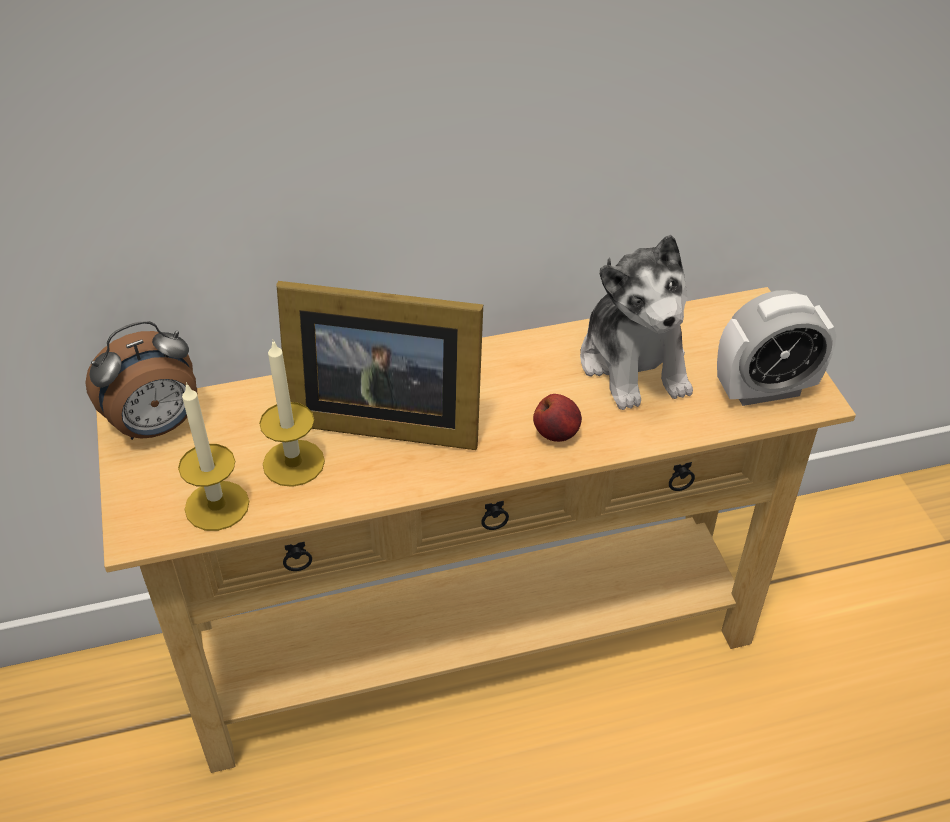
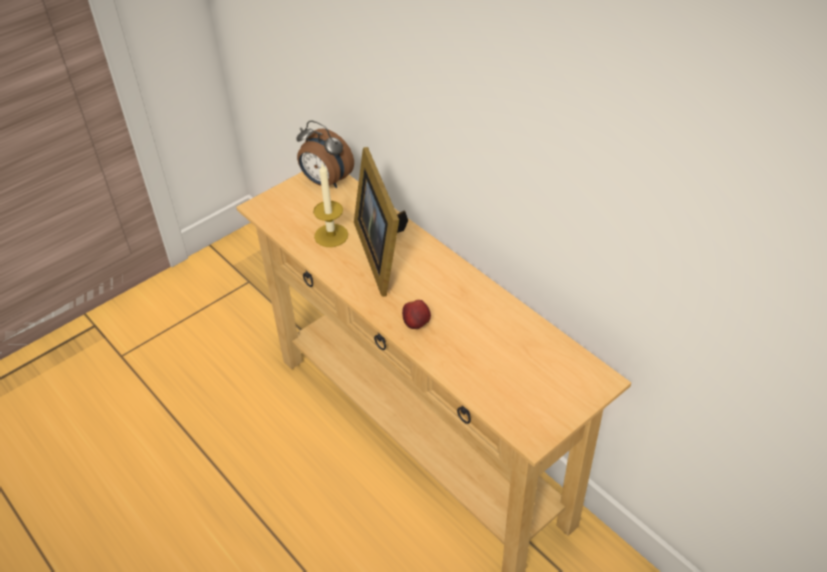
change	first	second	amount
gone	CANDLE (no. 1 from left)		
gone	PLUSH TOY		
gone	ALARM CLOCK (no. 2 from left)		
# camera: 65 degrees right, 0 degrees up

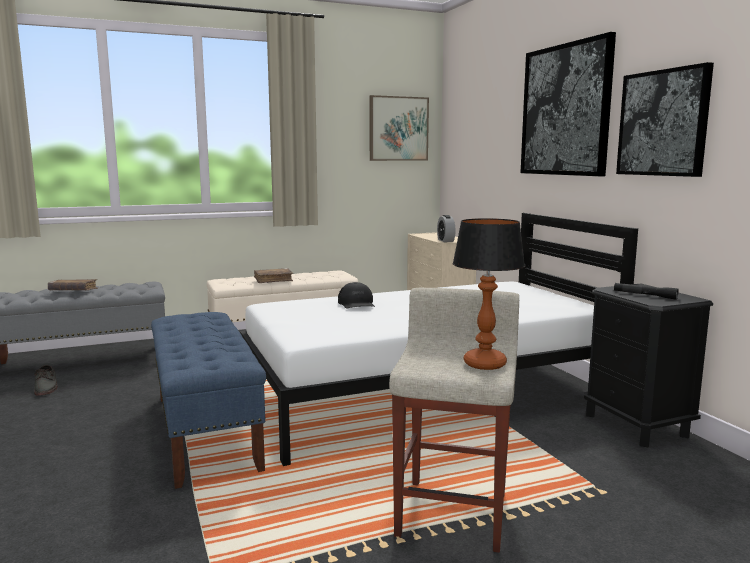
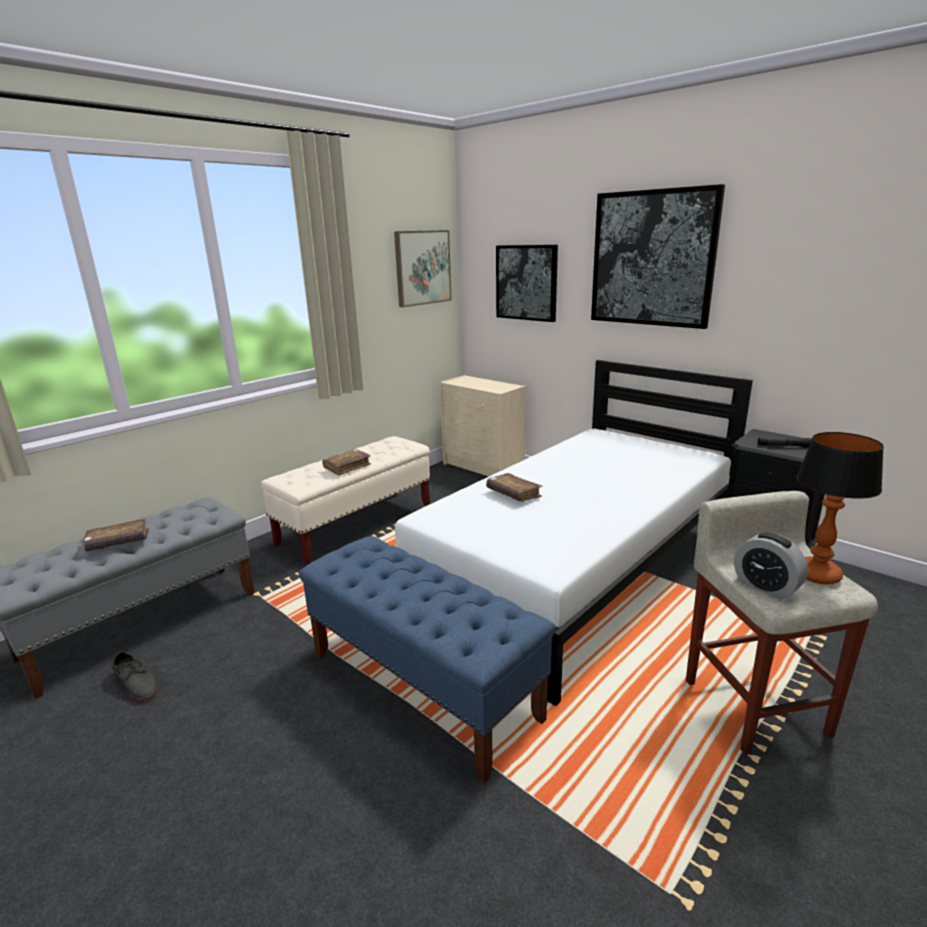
change	first	second	amount
swapped	BLACK CAP	BROWN BOOK (no. 3 from left)	
shifted	PICTURE (no. 3 from left in the first image)	PICTURE (no. 2 from left)	
shifted	ALARM CLOCK		
# camera: 25 degrees left, 10 degrees up

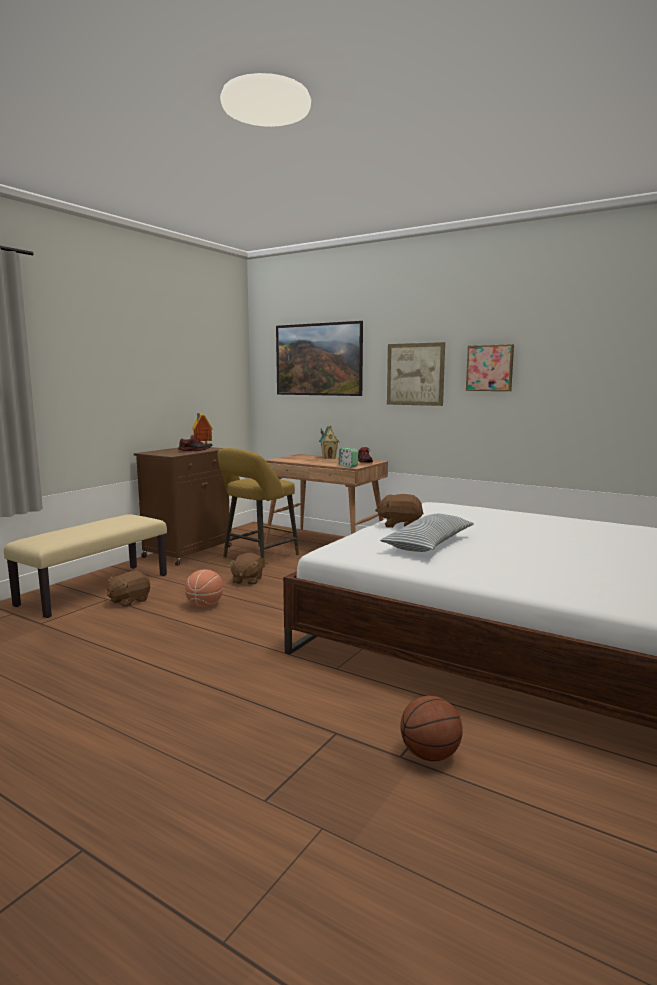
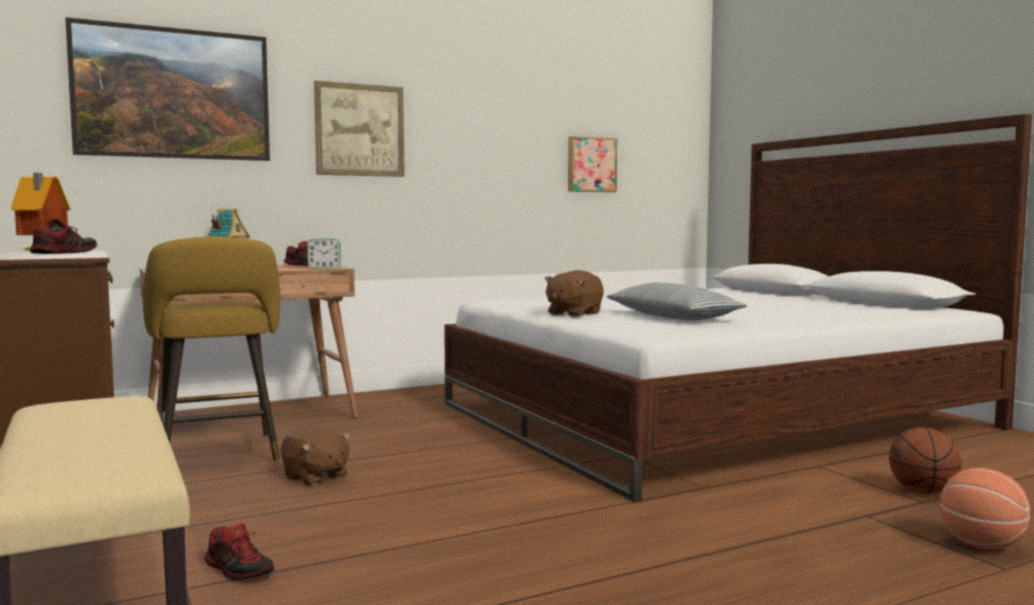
change	first	second	amount
swapped	BROWN PLUSH TOY (no. 1 from left)	SHOE (no. 2 from left)	
shifted	PICTURE (no. 3 from left)		
shifted	BASKETBALL (no. 1 from left in the first image)	BASKETBALL (no. 2 from left)	
# camera: 60 degrees left, 5 degrees down

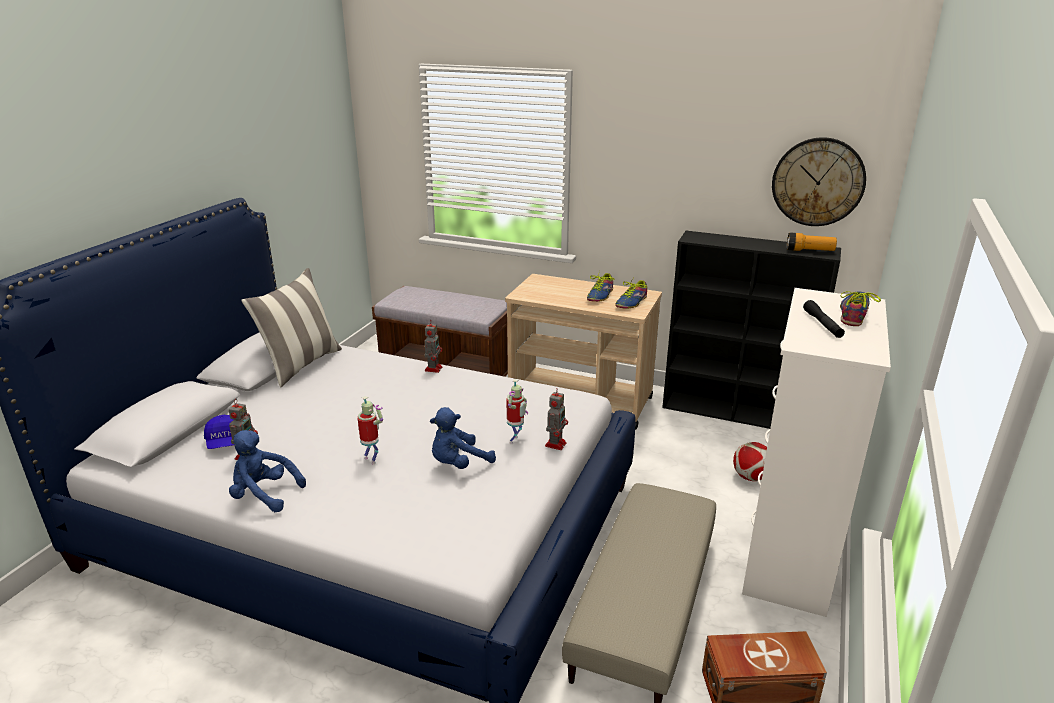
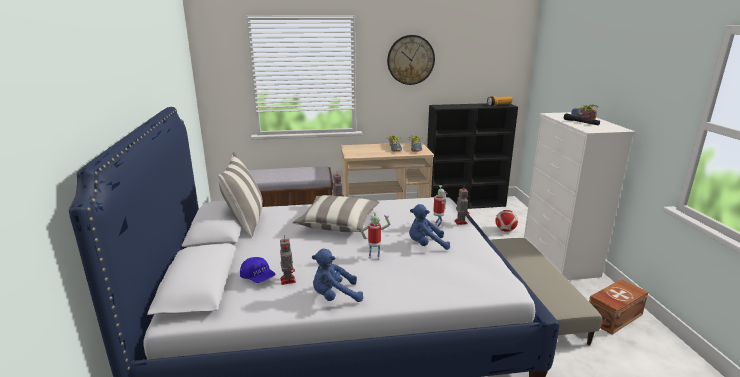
change	first	second	amount
new		PILLOW (no. 2 from left)	
shifted	WALL CLOCK		
rotated	BLUE PLUSH TOY (no. 2 from left)		60 degrees clockwise
# camera: 30 degrees left, 5 degrees down

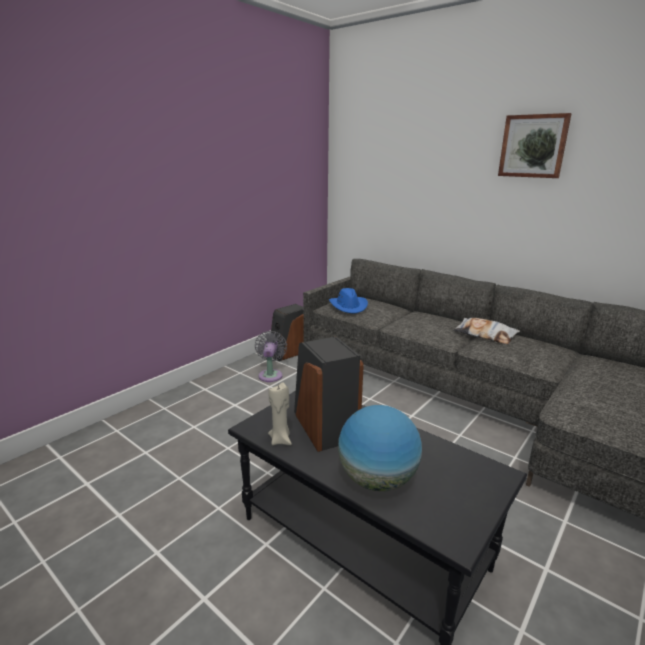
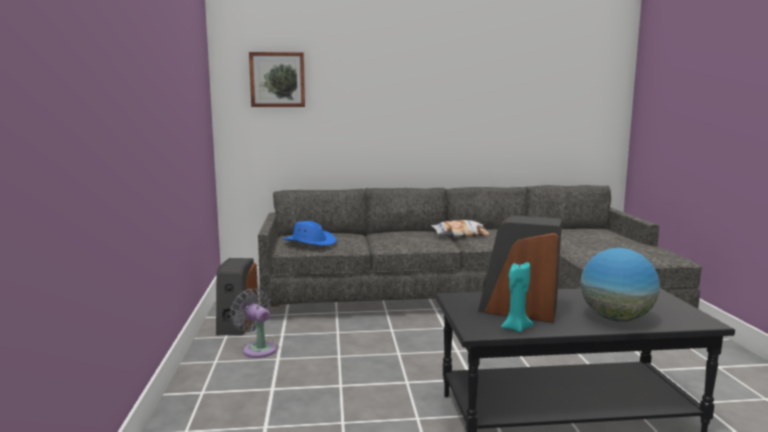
change	first	second	amount
shifted	PICTURE		
repainted	BEIGE CANDLE	TURQUOISE CANDLE	
# camera: 45 degrees left, 10 degrees down

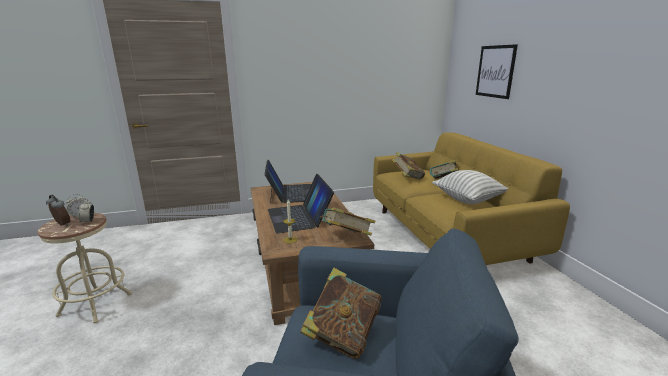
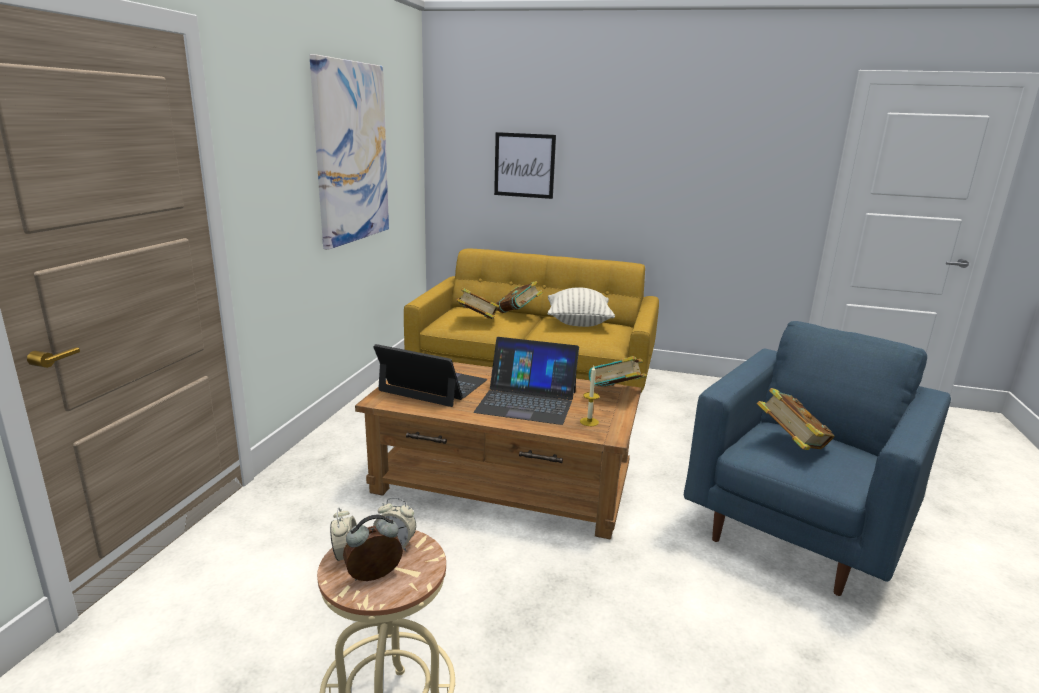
change	first	second	amount
new		PICTURE (no. 1 from left)	
# camera: 60 degrees left, 0 degrees up

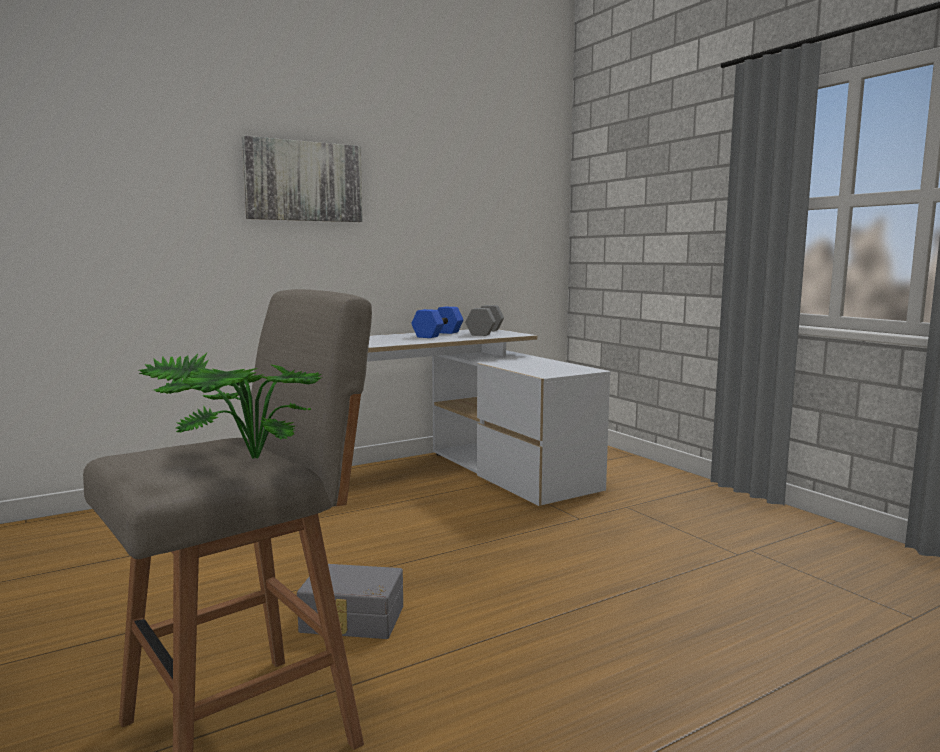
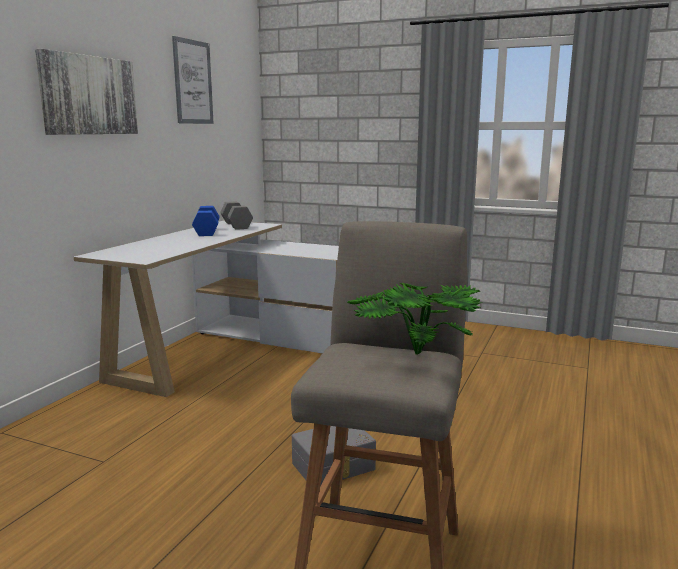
change	first	second	amount
new		PICTURE (no. 2 from left)	
# camera: 35 degrees left, 5 degrees up

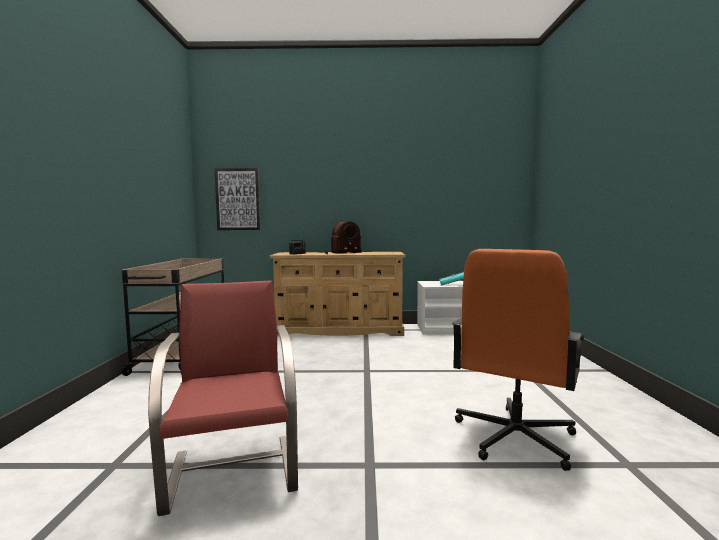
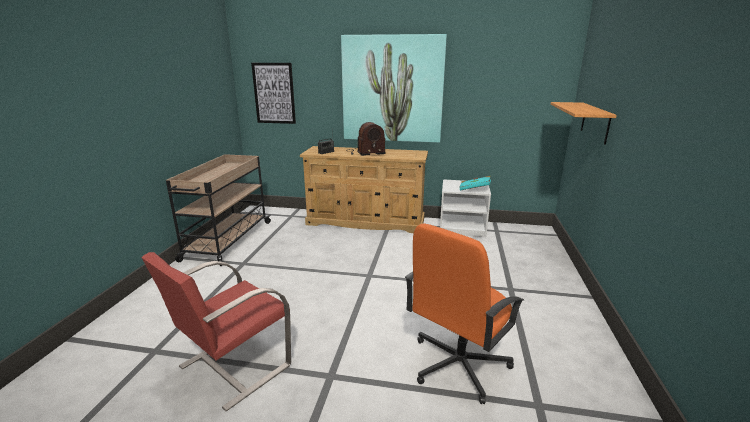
change	first	second	amount
rotated	RED CHAIR		135 degrees counterclockwise
new		PICTURE (no. 2 from left)	
new		SHELF	
# camera: 10 degrees right, 15 degrees up

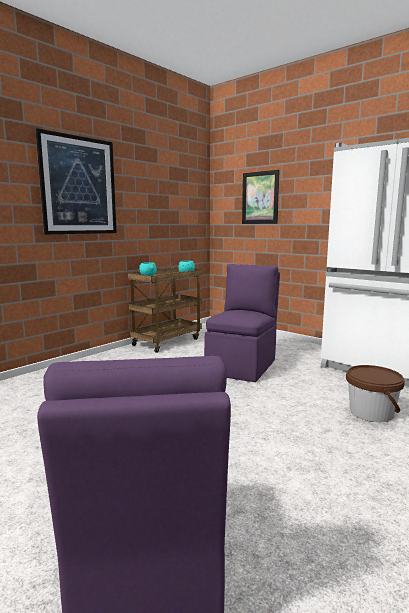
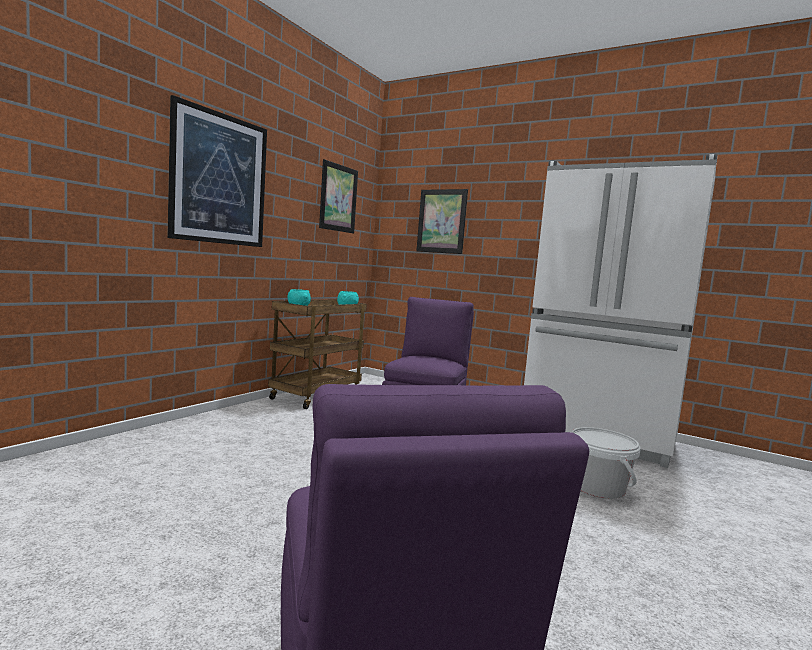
change	first	second	amount
new		PICTURE (no. 2 from left)	
repainted	BROWN BUCKET	WHITE BUCKET	
# camera: 10 degrees left, 5 degrees down

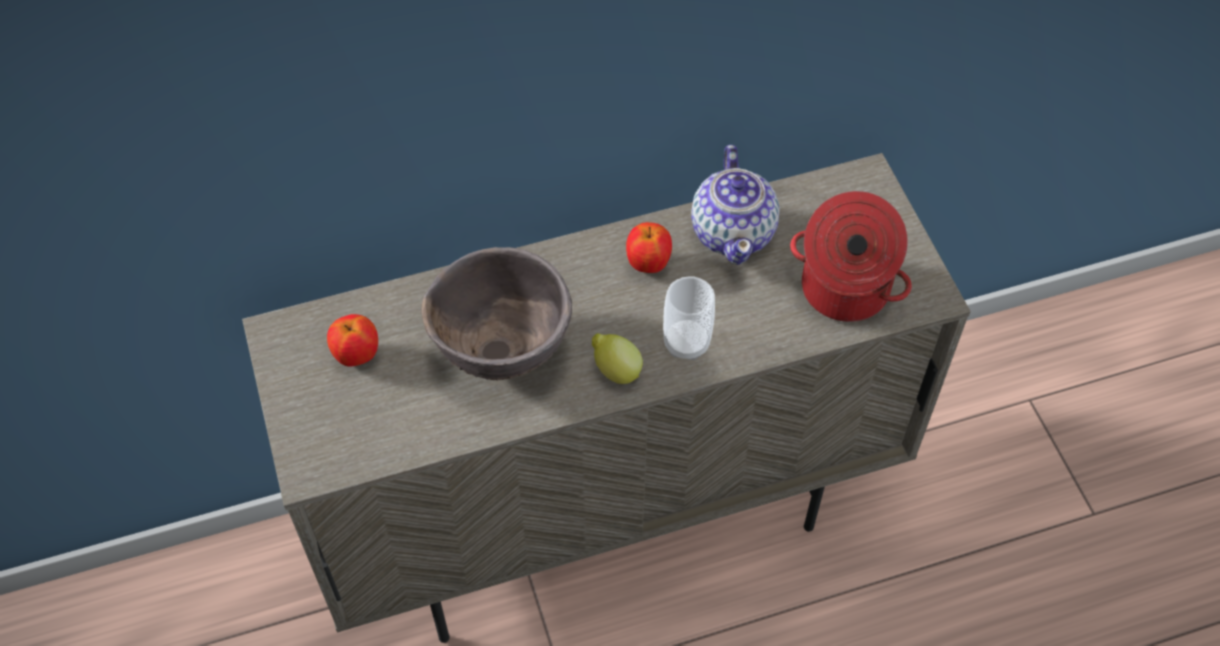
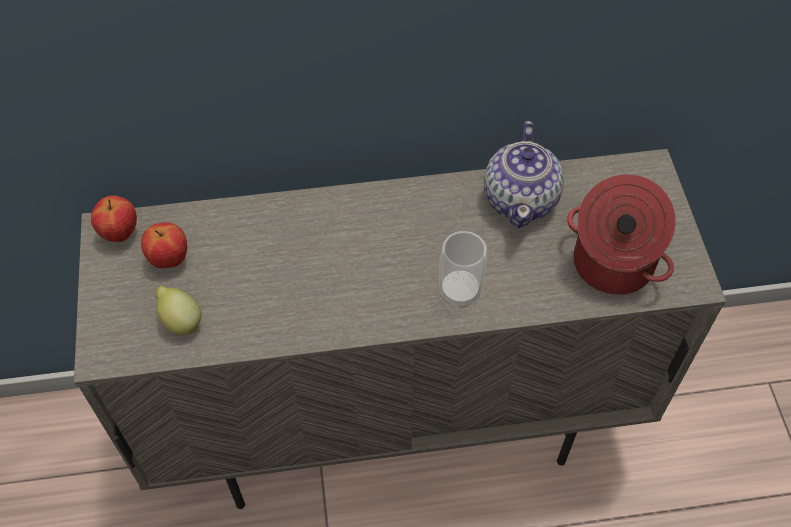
change	first	second	amount
shifted	APPLE (no. 2 from left in the first image)	APPLE (no. 1 from left)	
shifted	LEMON		
gone	BROWN BOWL		
# camera: 10 degrees right, 0 degrees up

